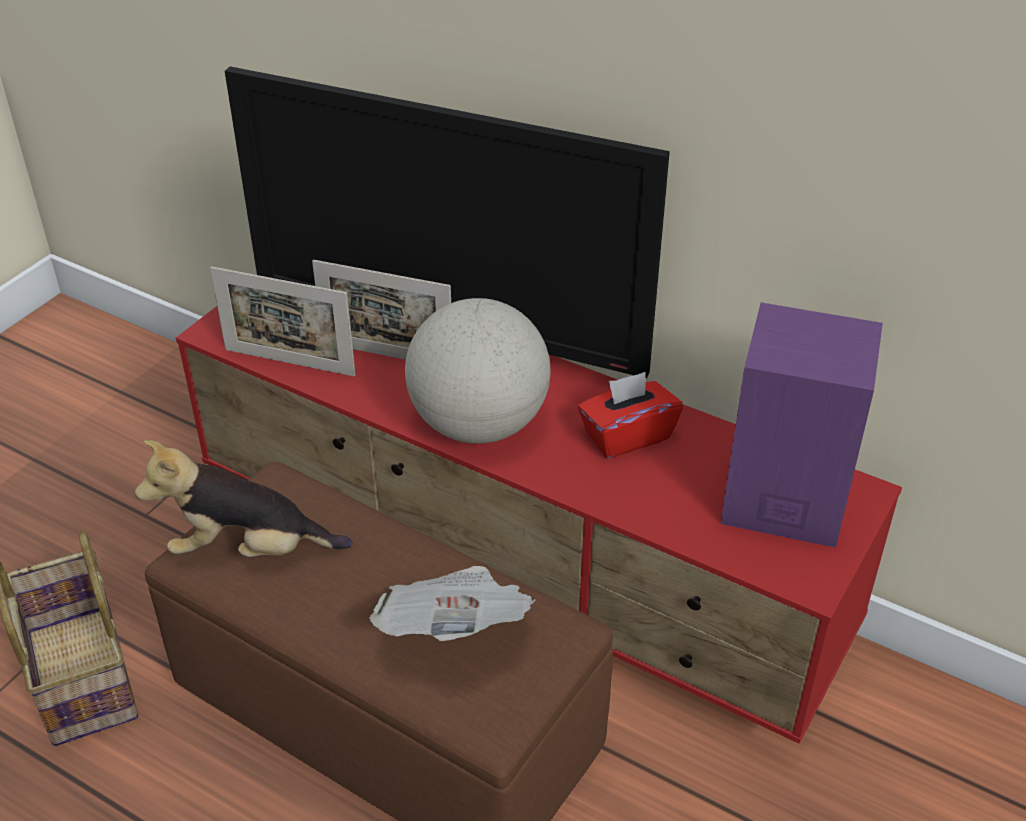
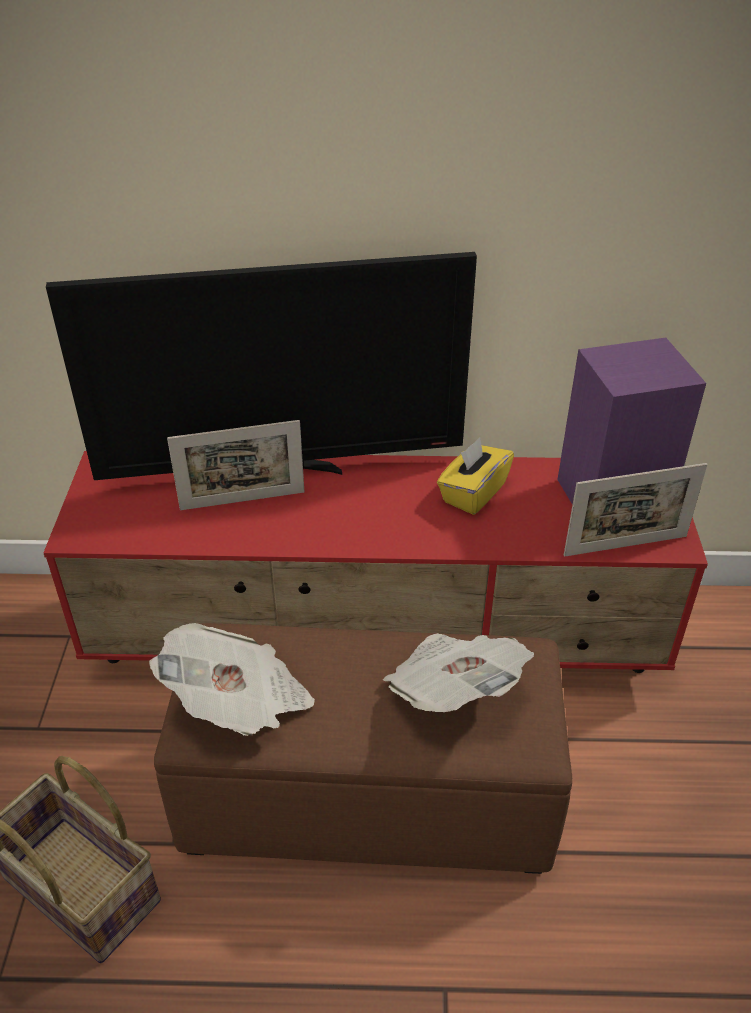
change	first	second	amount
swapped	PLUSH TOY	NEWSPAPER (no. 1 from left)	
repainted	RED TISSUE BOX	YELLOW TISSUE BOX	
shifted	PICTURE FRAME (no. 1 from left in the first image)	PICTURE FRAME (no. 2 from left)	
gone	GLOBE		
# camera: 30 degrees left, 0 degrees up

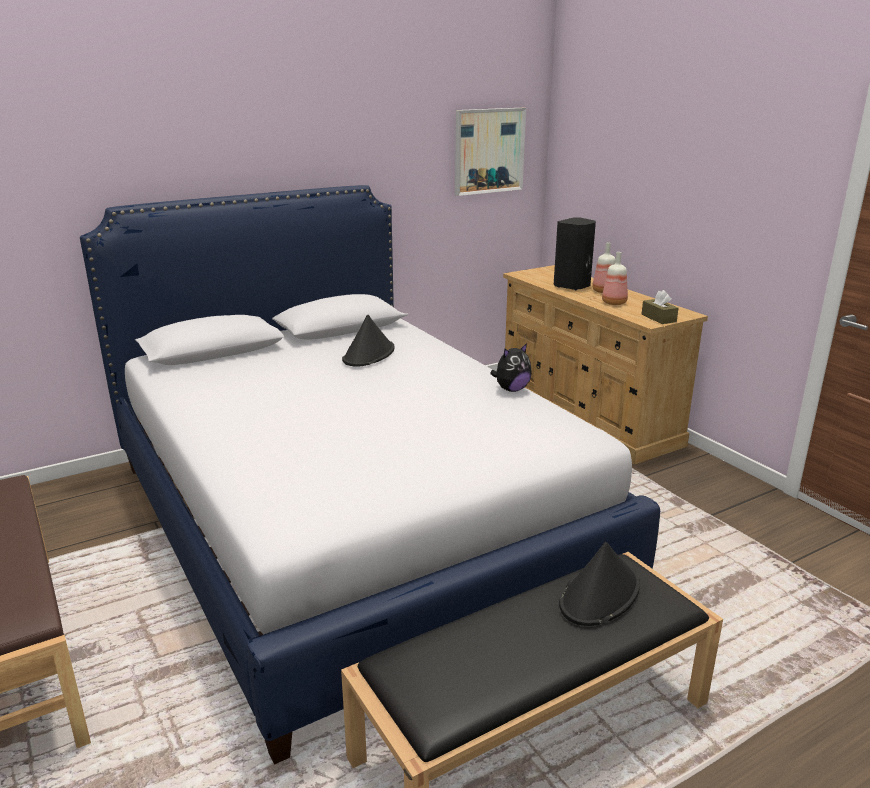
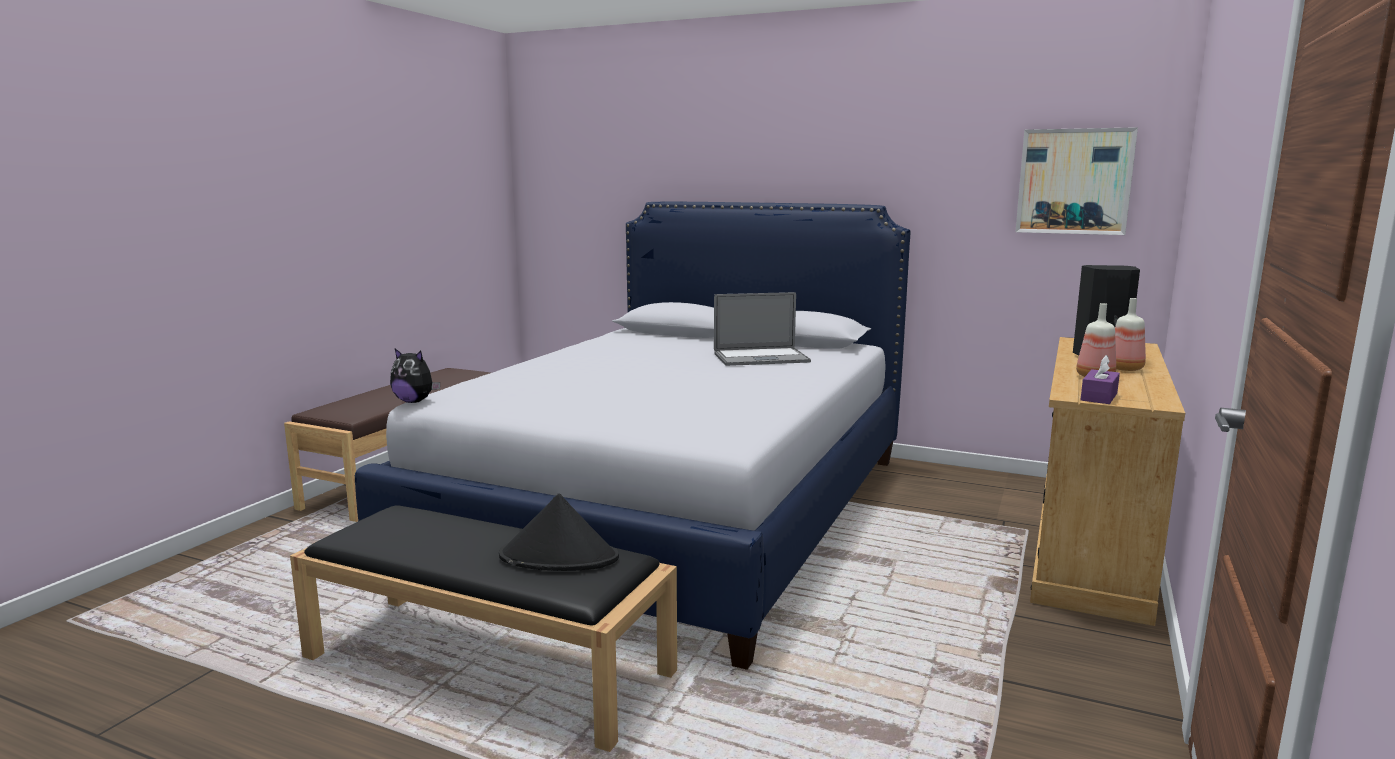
change	first	second	amount
shifted	PLUSH TOY		
swapped	BLACK HAT (no. 1 from left)	LAPTOP	
repainted	BROWN TISSUE BOX	PURPLE TISSUE BOX	
# camera: 55 degrees right, 10 degrees down

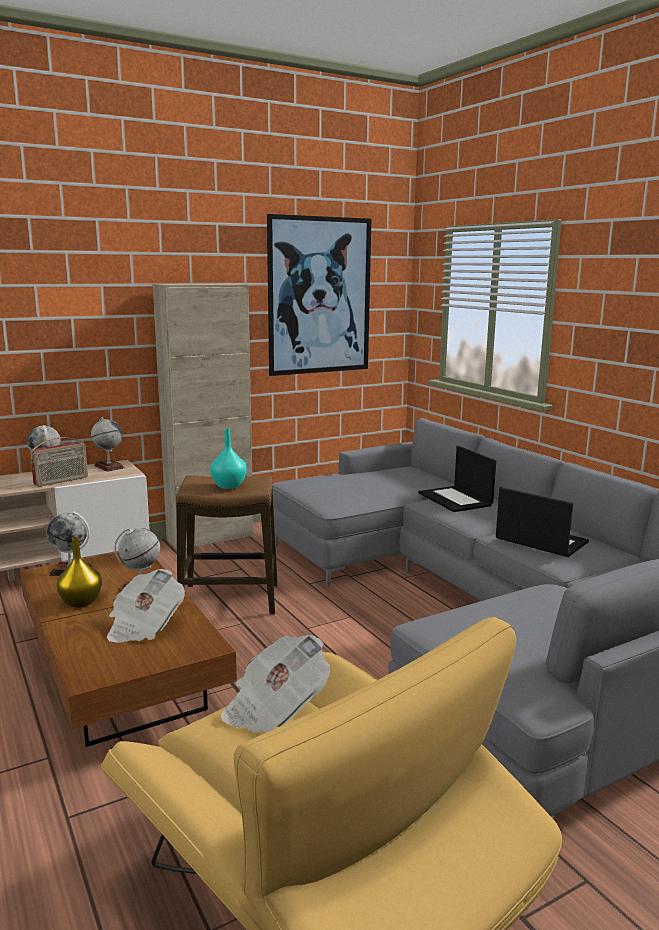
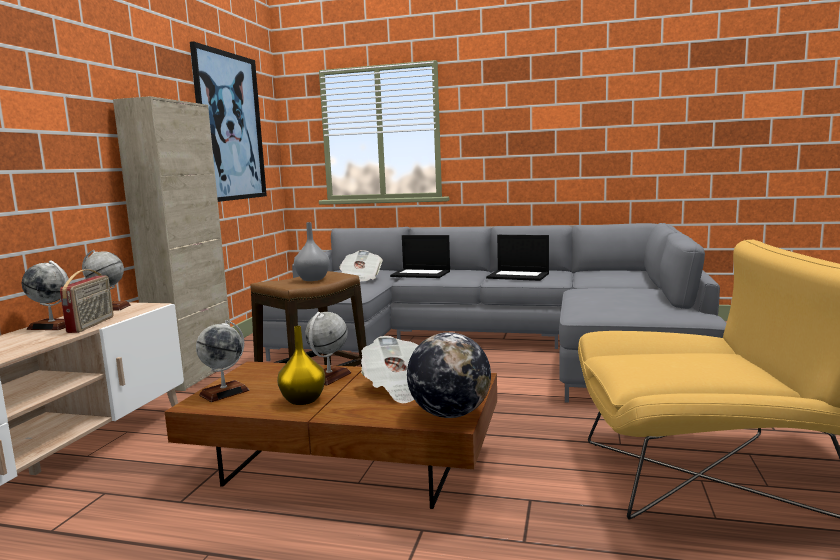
change	first	second	amount
repainted	TURQUOISE VASE	GREY VASE	
shifted	NEWSPAPER (no. 2 from left in the first image)	NEWSPAPER (no. 1 from left)	
new		GLOBE (no. 5 from left)	
rotated	LAPTOP (no. 2 from left)		150 degrees counterclockwise
# camera: 45 degrees left, 5 degrees down

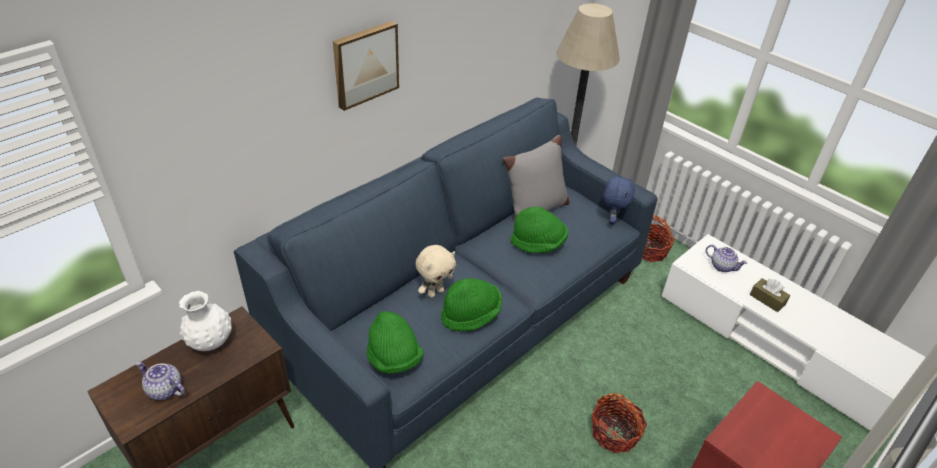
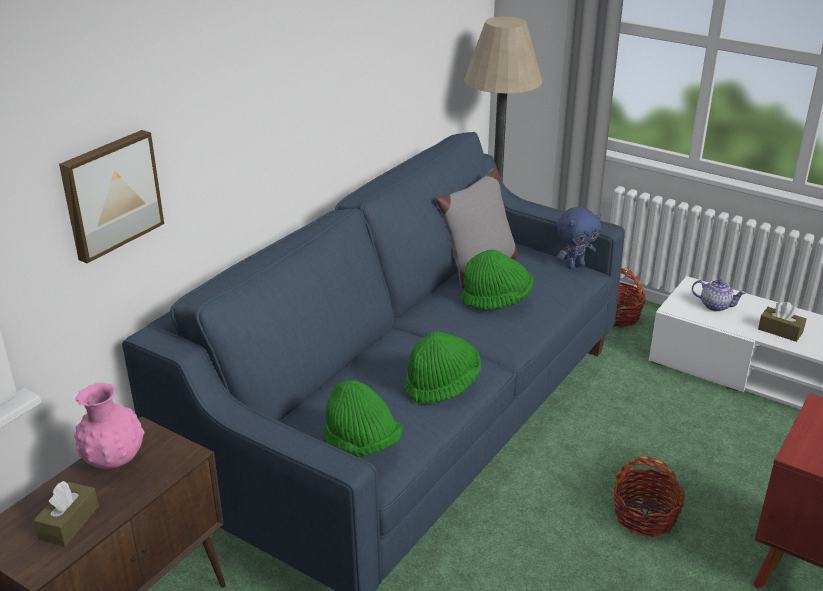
change	first	second	amount
swapped	TEAPOT (no. 1 from left)	BROWN TISSUE BOX (no. 1 from left)	
shifted	PICTURE		
repainted	WHITE VASE	PINK VASE	
rotated	BLUE PLUSH TOY		60 degrees clockwise
gone	BEIGE PLUSH TOY		
# camera: 10 degrees left, 10 degrees down

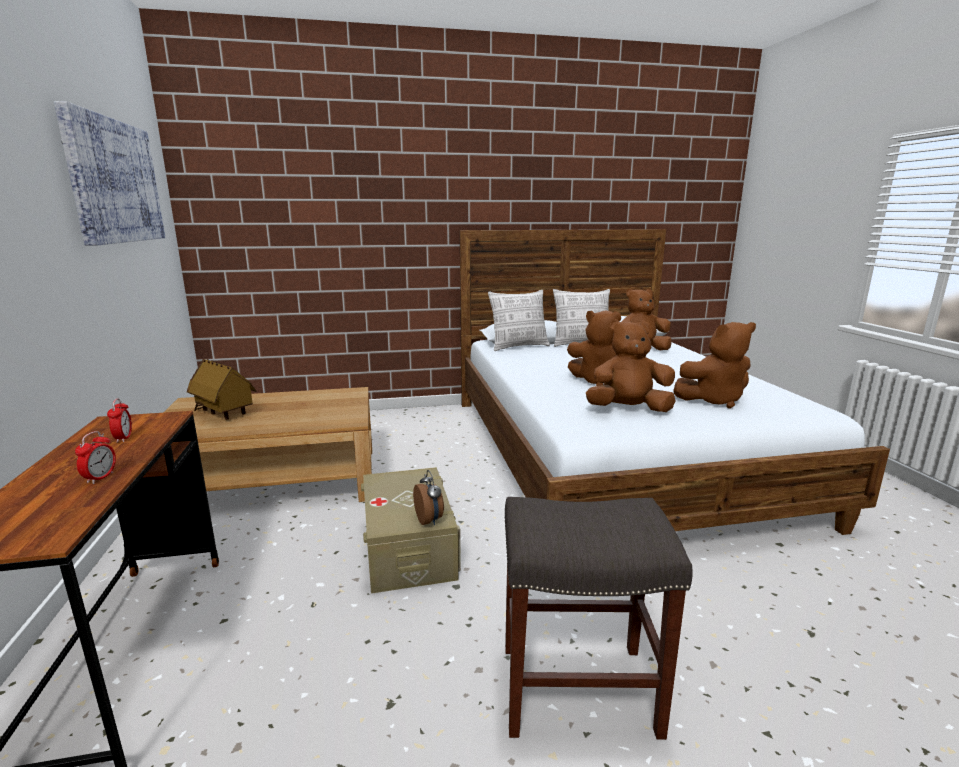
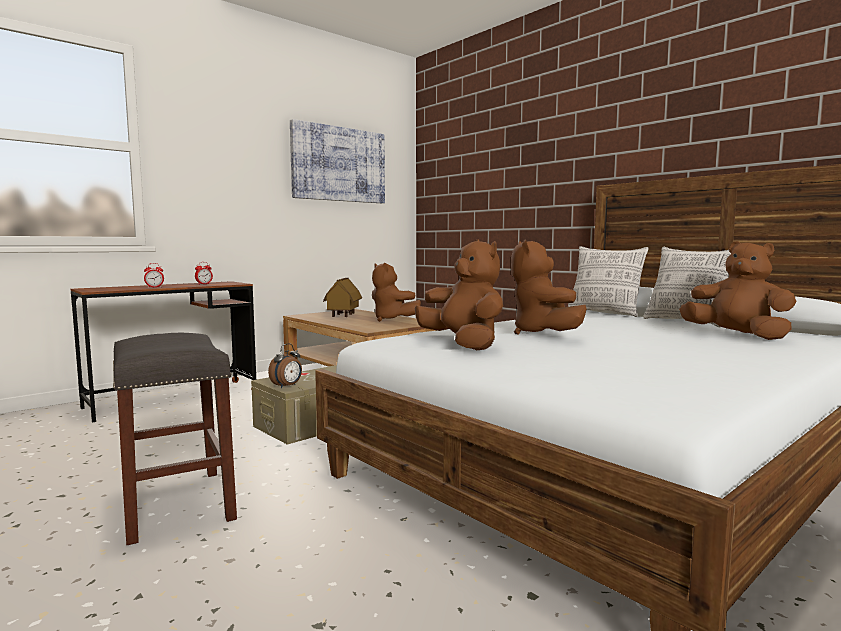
change	first	second	amount
shifted	BROWN PLUSH TOY (no. 4 from left in the first image)	BROWN PLUSH TOY (no. 1 from left)	
# camera: 60 degrees right, 10 degrees down

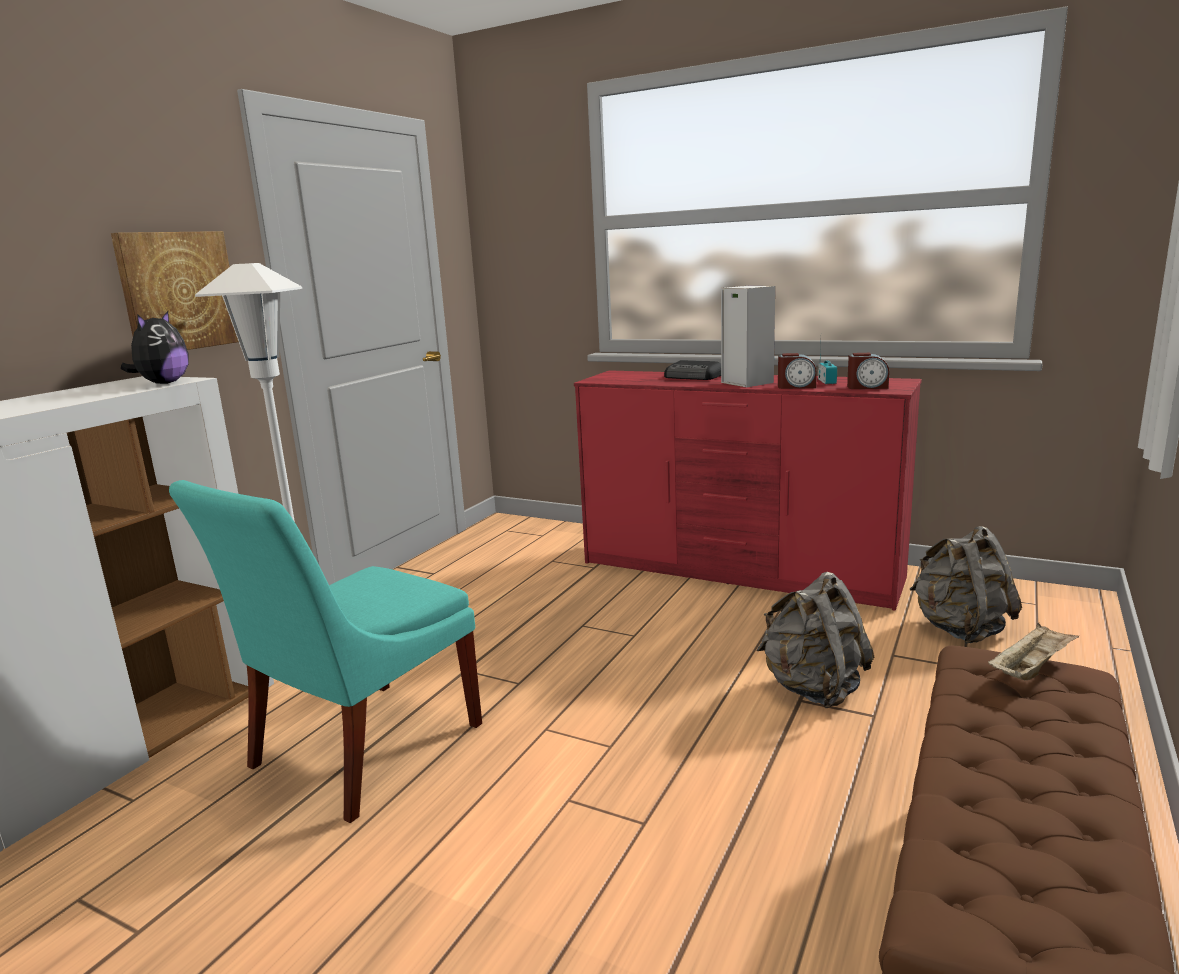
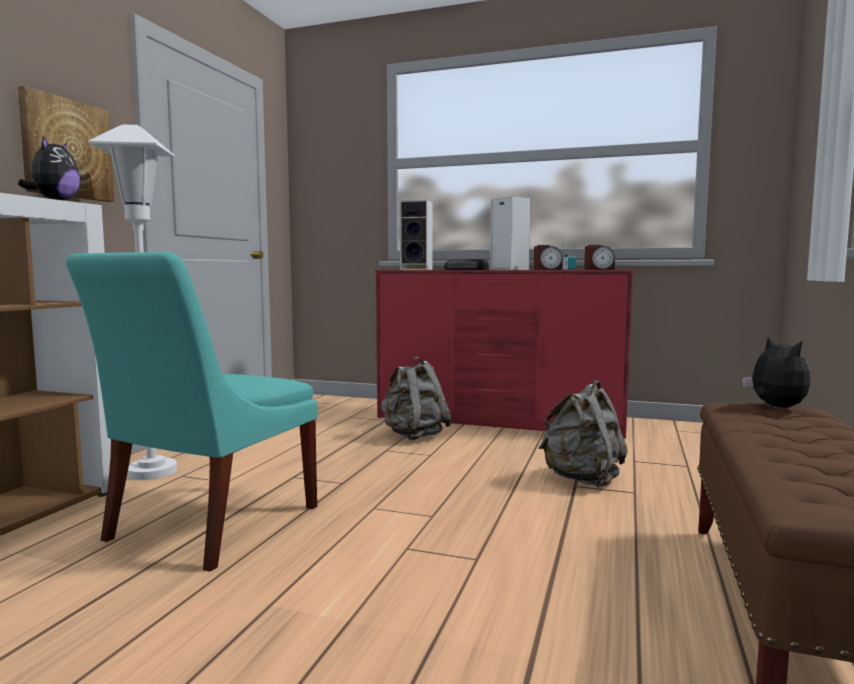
change	first	second	amount
shifted	GREY BACKPACK (no. 2 from left in the first image)	GREY BACKPACK (no. 1 from left)	
new		SPEAKER (no. 1 from left)	
swapped	BEIGE TRAY	PLUSH TOY (no. 2 from left)	
# camera: 10 degrees left, 10 degrees down

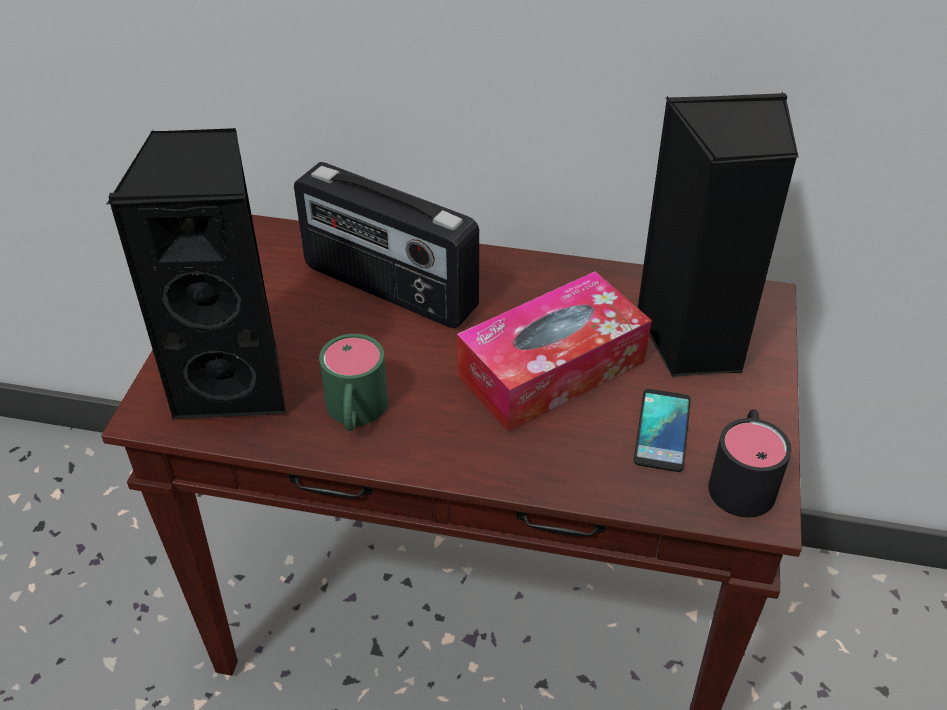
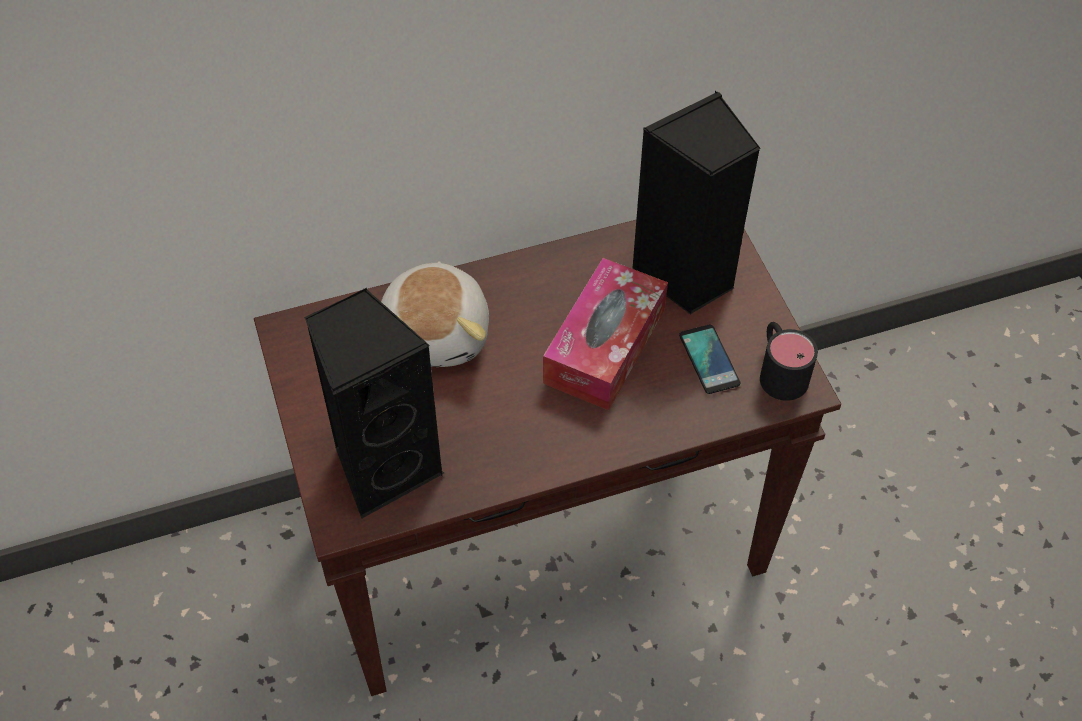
change	first	second	amount
swapped	RADIO	PLUSH TOY	
gone	GREEN MUG		
# camera: 30 degrees left, 10 degrees up

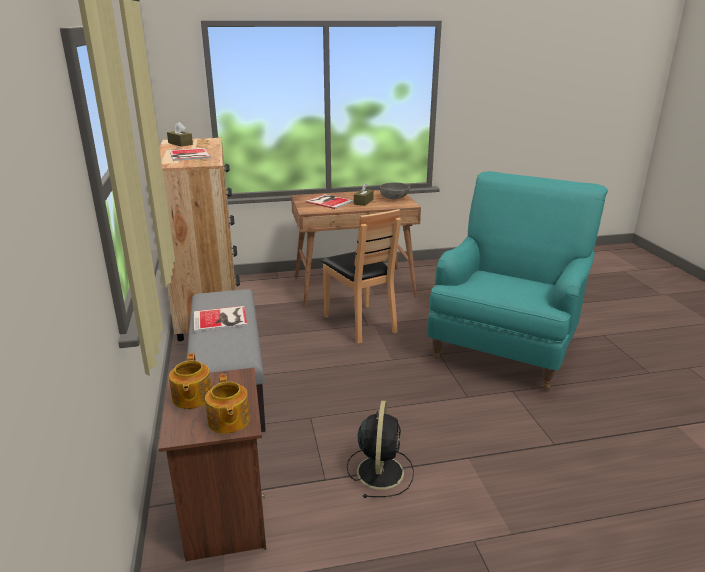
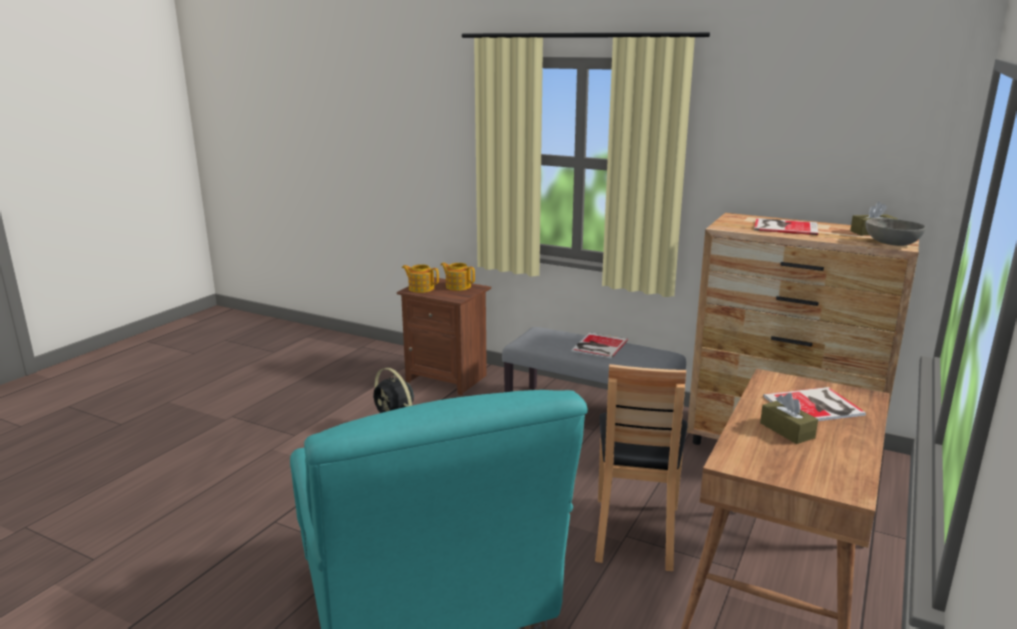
change	first	second	amount
rotated	BROWN CHAIR		90 degrees counterclockwise
shifted	GREY BOWL		
# camera: 130 degrees right, 5 degrees down

